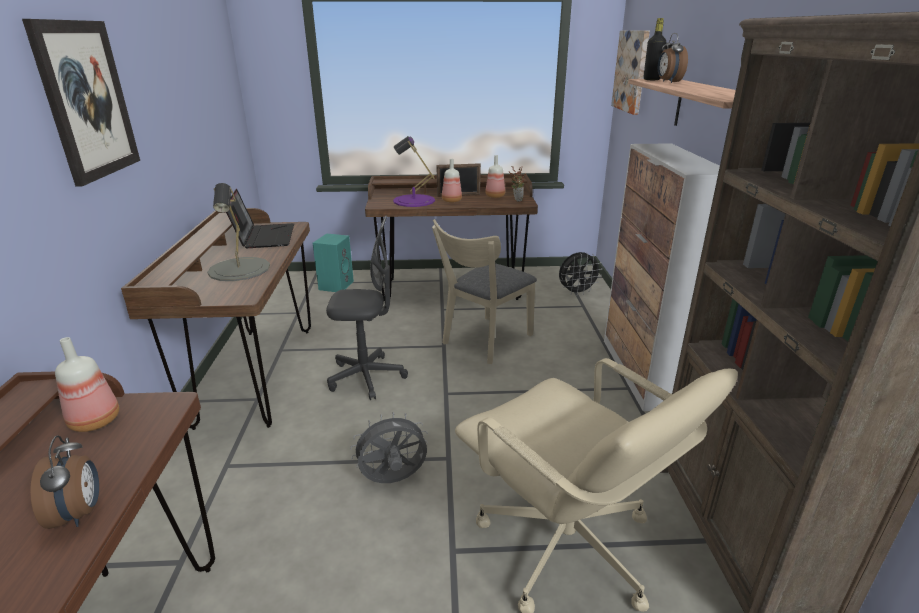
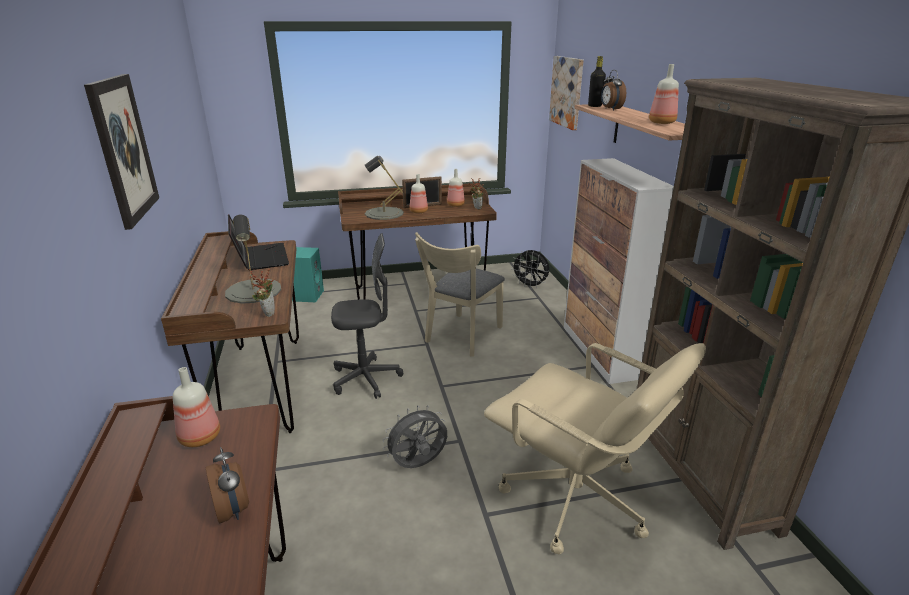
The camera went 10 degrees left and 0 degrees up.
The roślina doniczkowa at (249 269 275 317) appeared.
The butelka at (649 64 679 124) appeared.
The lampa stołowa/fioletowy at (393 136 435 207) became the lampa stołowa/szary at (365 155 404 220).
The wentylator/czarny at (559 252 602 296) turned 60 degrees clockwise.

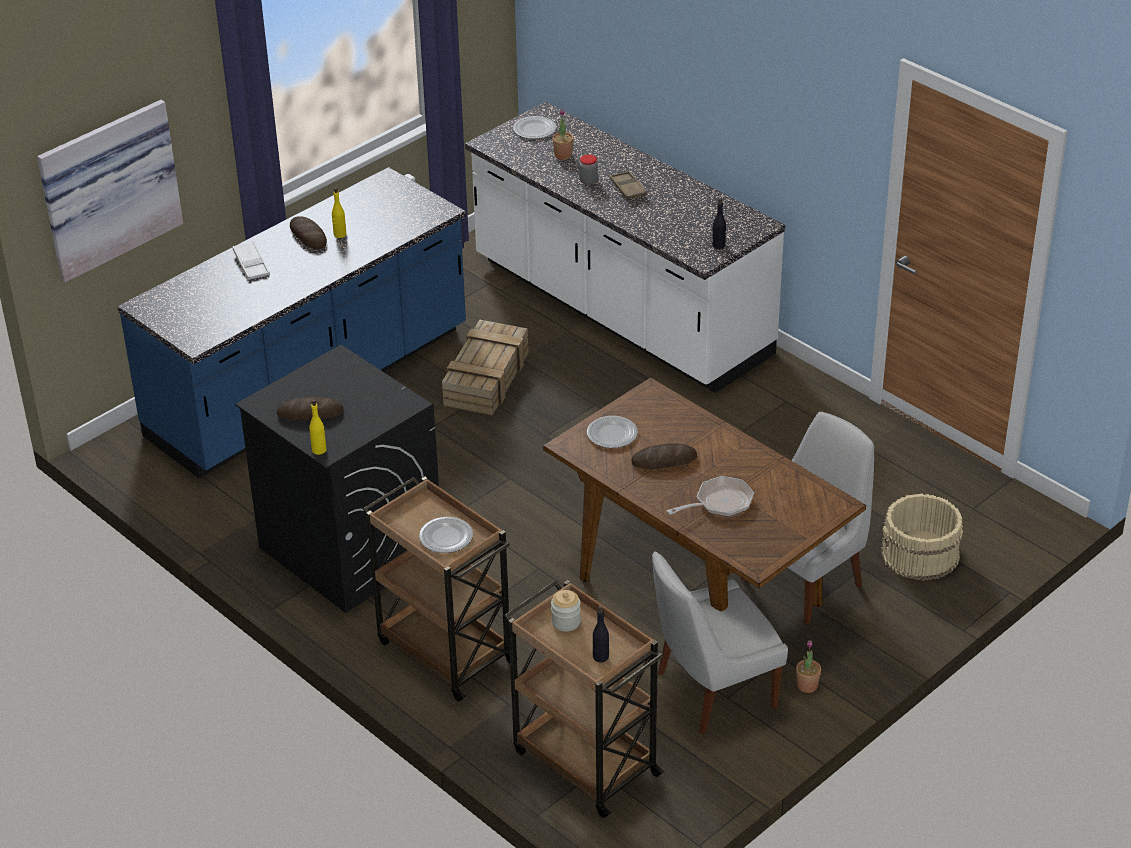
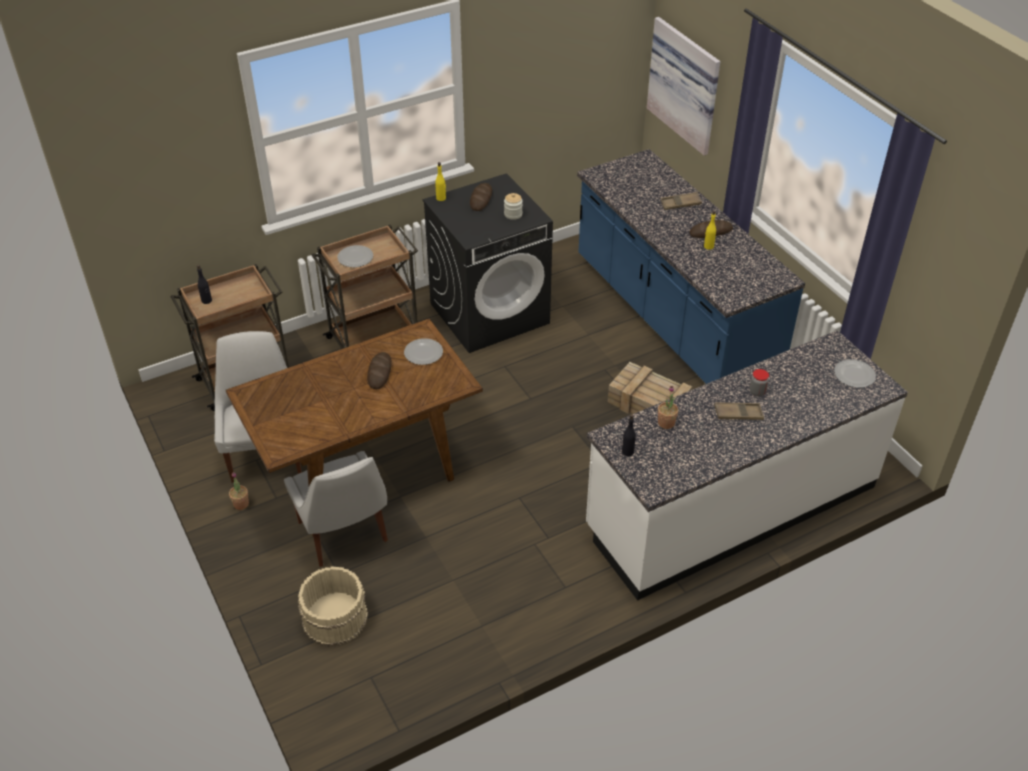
The camera went 105 degrees right and 5 degrees up.
The patelnia at (667 476 754 517) disappeared.
The słoik moved from (551 590 581 631) to (504 193 523 220).
The roślina doniczkowa moved from (552 109 573 160) to (658 386 678 429).
The taca/biały at (232 241 270 280) became the taca/brązowy at (661 192 702 210).

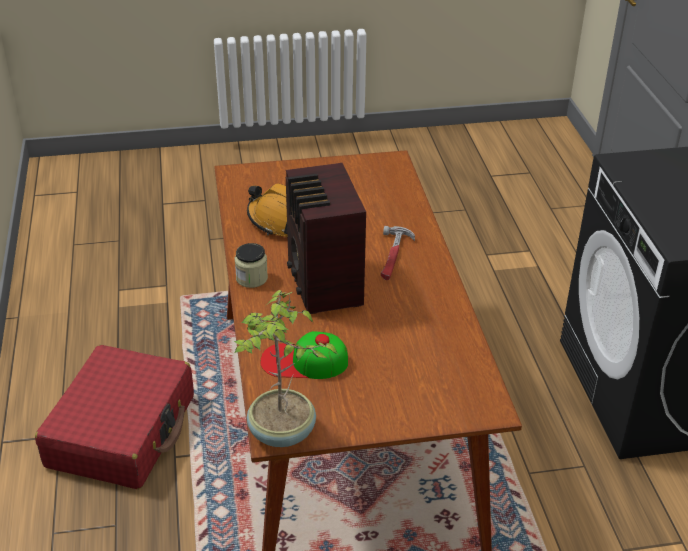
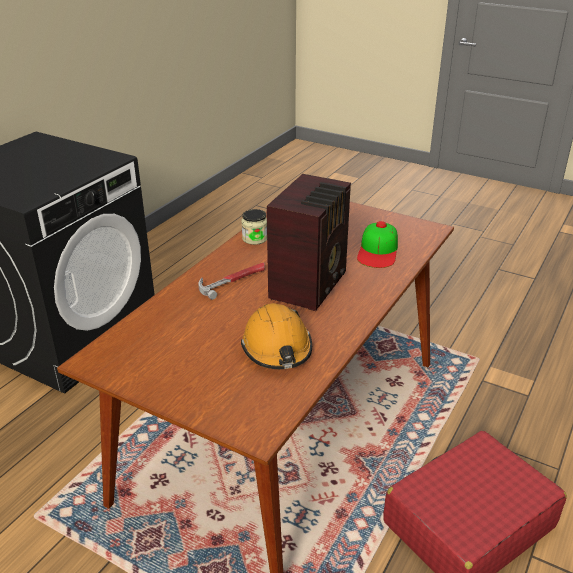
The camera went 140 degrees left and 5 degrees down.
The roślina doniczkowa at (234 290 338 447) disappeared.
The słoik moved from (235 243 268 288) to (241 209 267 245).
The czapka z daszkiem at (260 331 348 379) turned 60 degrees clockwise.

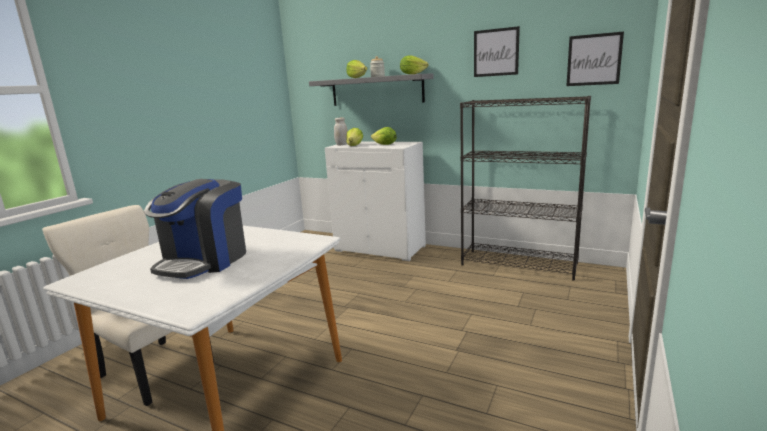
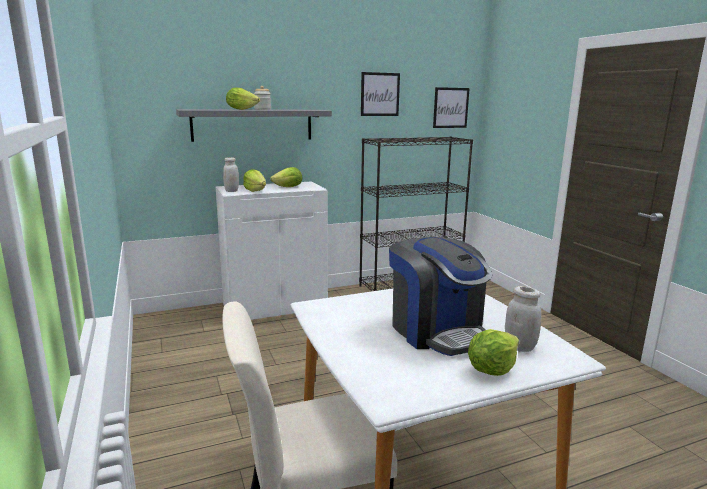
The camera went 50 degrees left and 0 degrees up.
The słoik/biały at (505 286 541 352) appeared.
The sałata moved from (400 56 429 74) to (468 329 519 376).

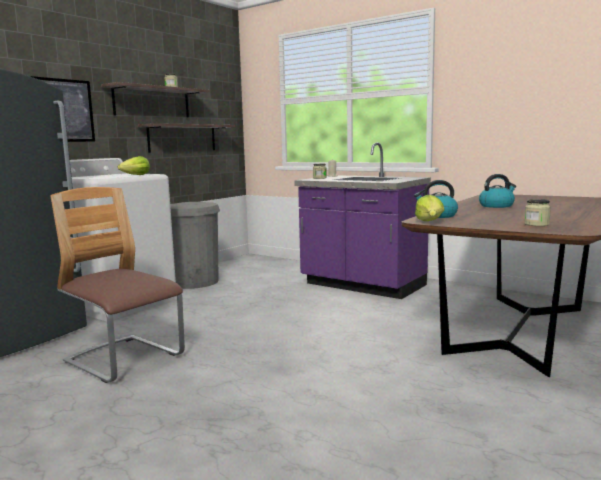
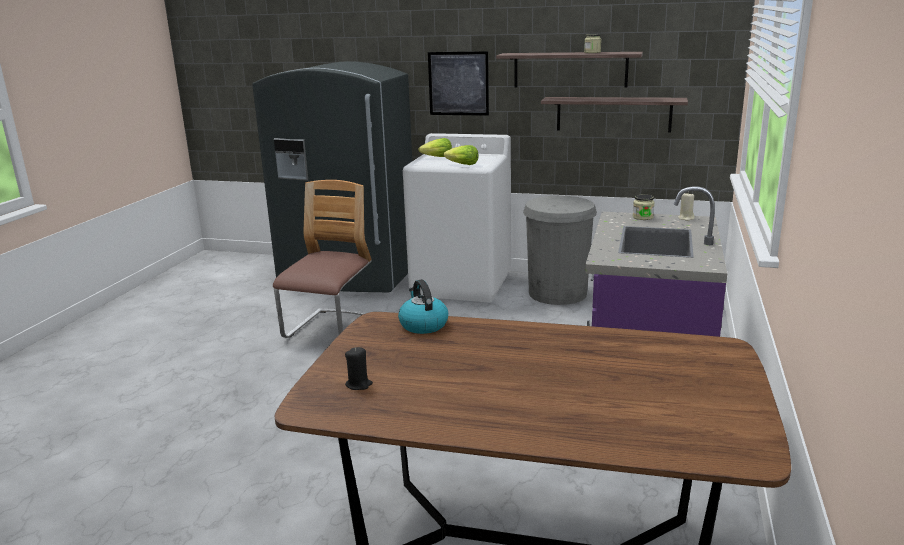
The camera went 70 degrees right and 10 degrees up.
The czajnik at (479 174 516 208) disappeared.
The sałata moved from (415 195 444 221) to (418 138 452 157).
The słoik at (525 199 551 226) was replaced by the świeca/czarny at (345 347 373 390).

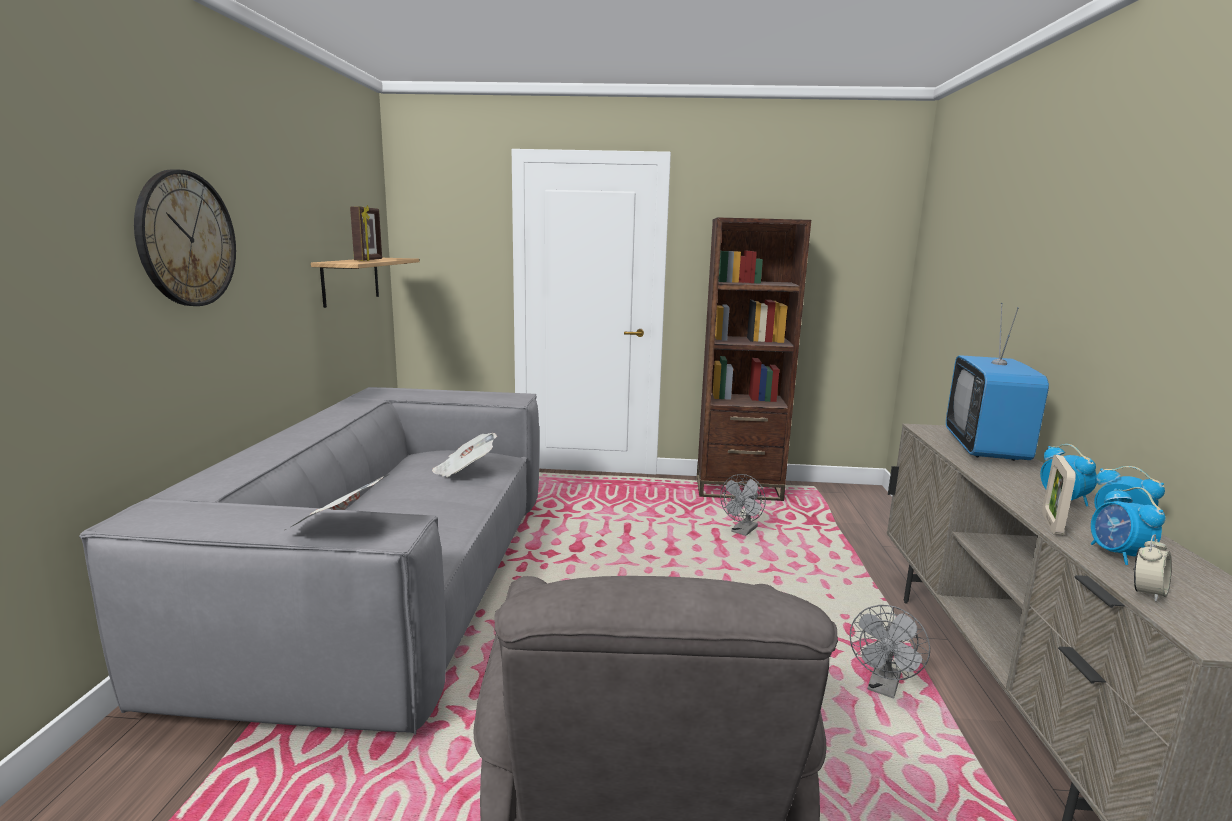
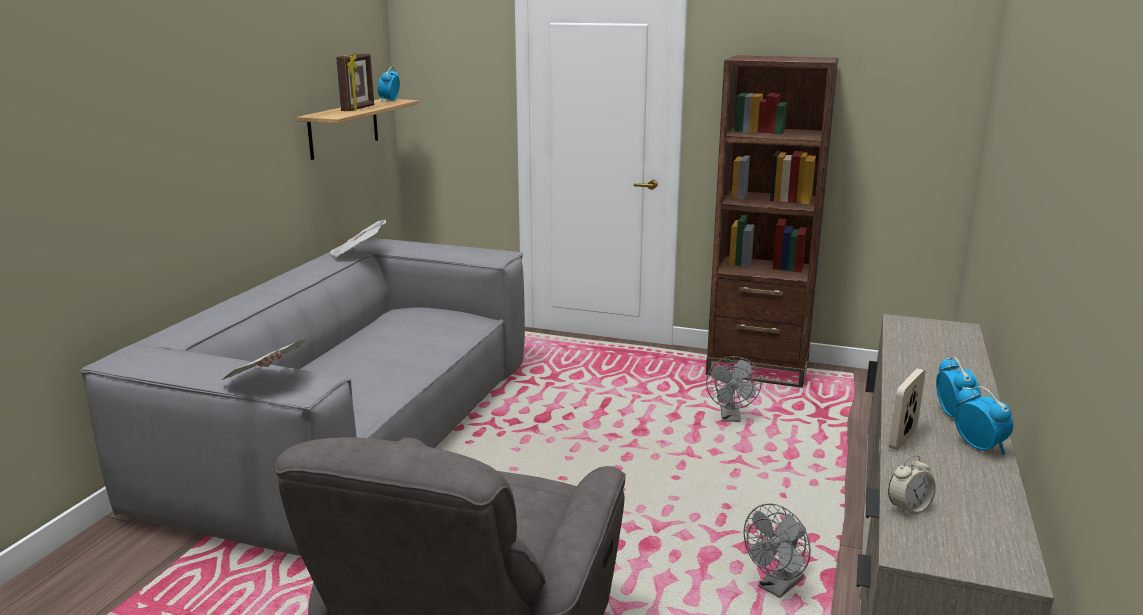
The camera went 15 degrees right and 5 degrees up.
The zegar ścienny at (134 169 236 306) disappeared.
The telewizor at (946 303 1049 461) disappeared.
The gazeta moved from (432 433 497 477) to (330 220 386 257).
The budzik moved from (1091 487 1165 565) to (378 66 400 102).
The wentylator/szary at (720 474 766 536) turned 45 degrees counterclockwise.

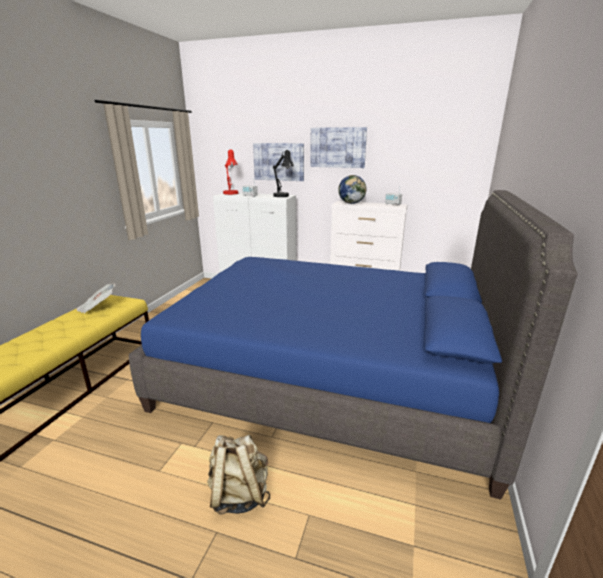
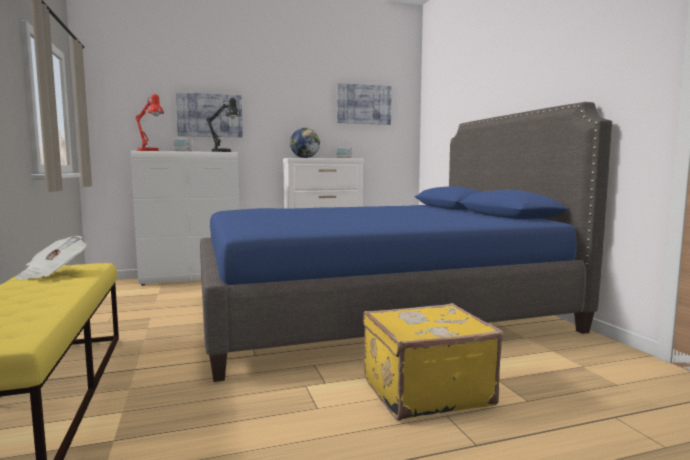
The camera went 35 degrees left and 15 degrees down.
The obraz moved from (310 127 367 168) to (337 83 392 125).
The plecak/beżowy at (207 435 270 515) was replaced by the walizka/żółty at (363 303 503 421).

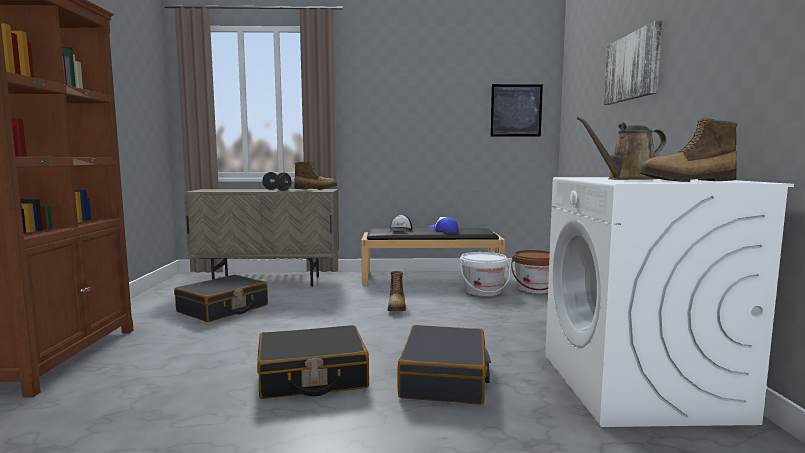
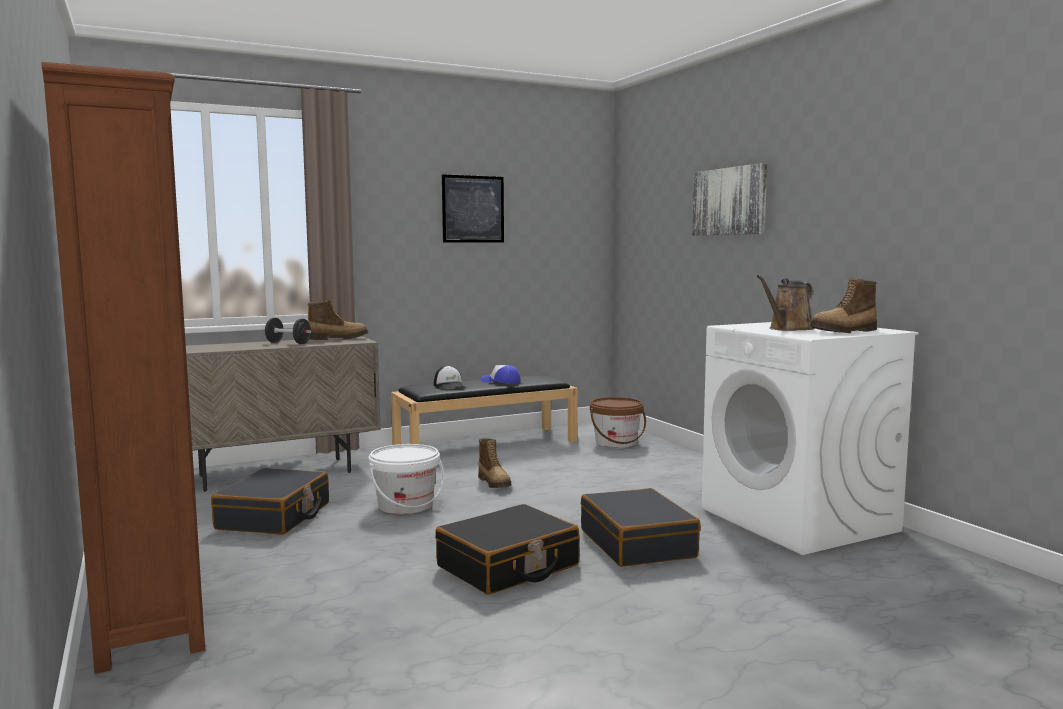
The camera went 25 degrees left and 0 degrees up.
The wiadro/biały moved from (460 252 510 297) to (368 444 444 514).
The obraz moved from (490 84 543 136) to (442 174 504 243).

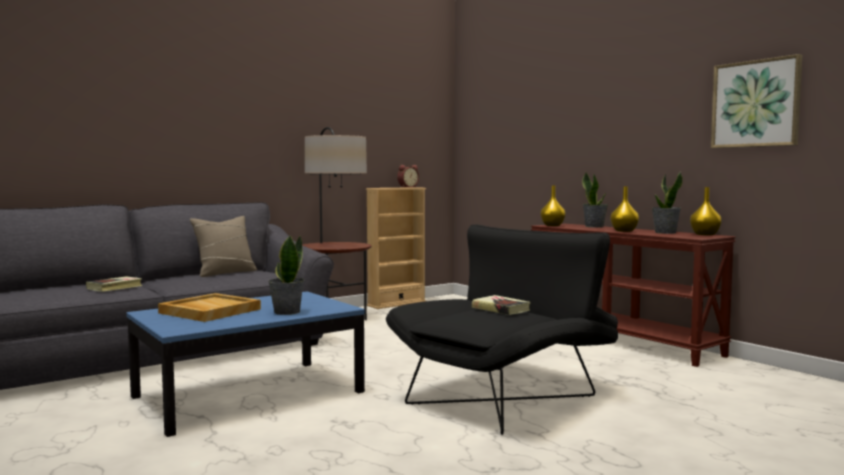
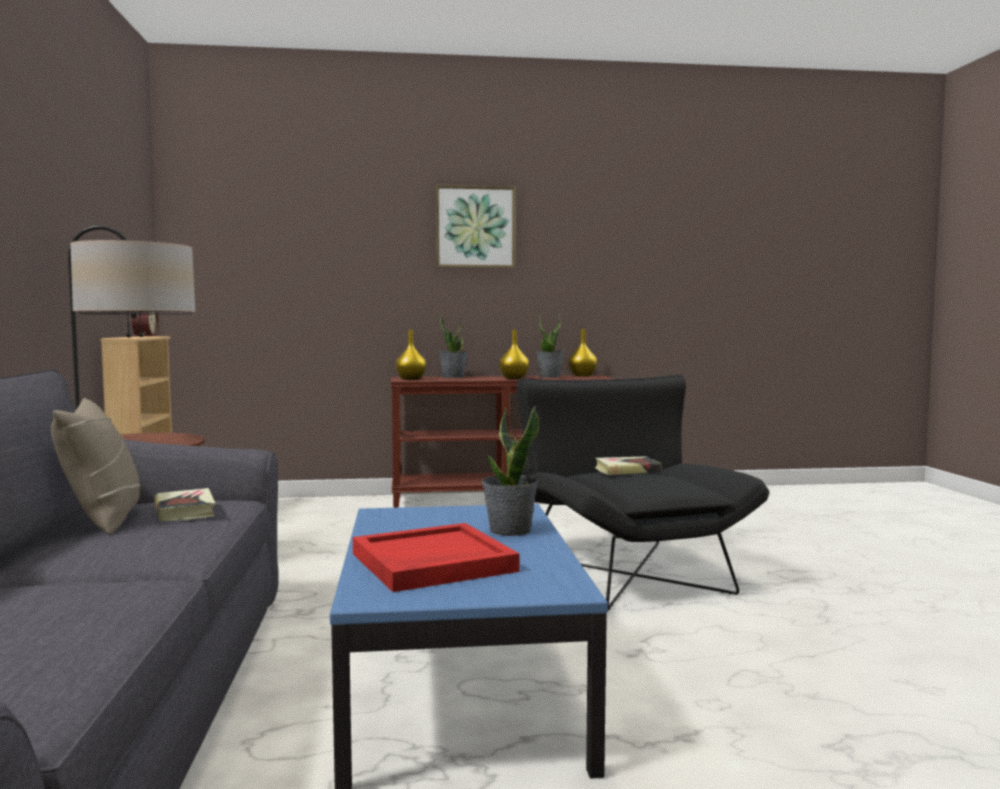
The camera went 60 degrees left and 0 degrees up.
The książka moved from (86 276 142 292) to (154 488 216 522).
The obraz moved from (711 54 802 148) to (435 185 516 268).
The taca/beżowy at (158 293 261 322) became the taca/czerwony at (353 523 519 592).

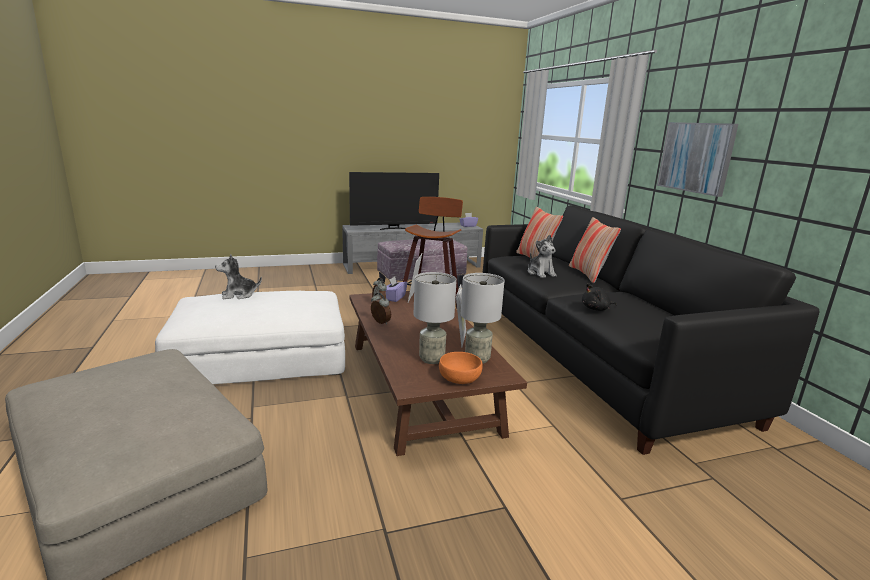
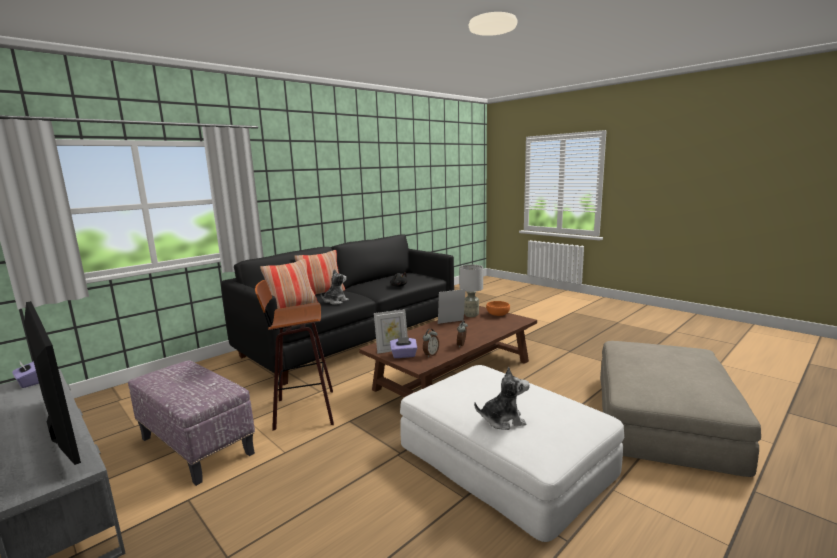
The camera went 115 degrees left and 5 degrees down.
The lampa stołowa/szary at (414 272 457 364) disappeared.
The obraz at (657 122 739 197) disappeared.
The pluszak at (215 254 262 299) turned 45 degrees counterclockwise.

